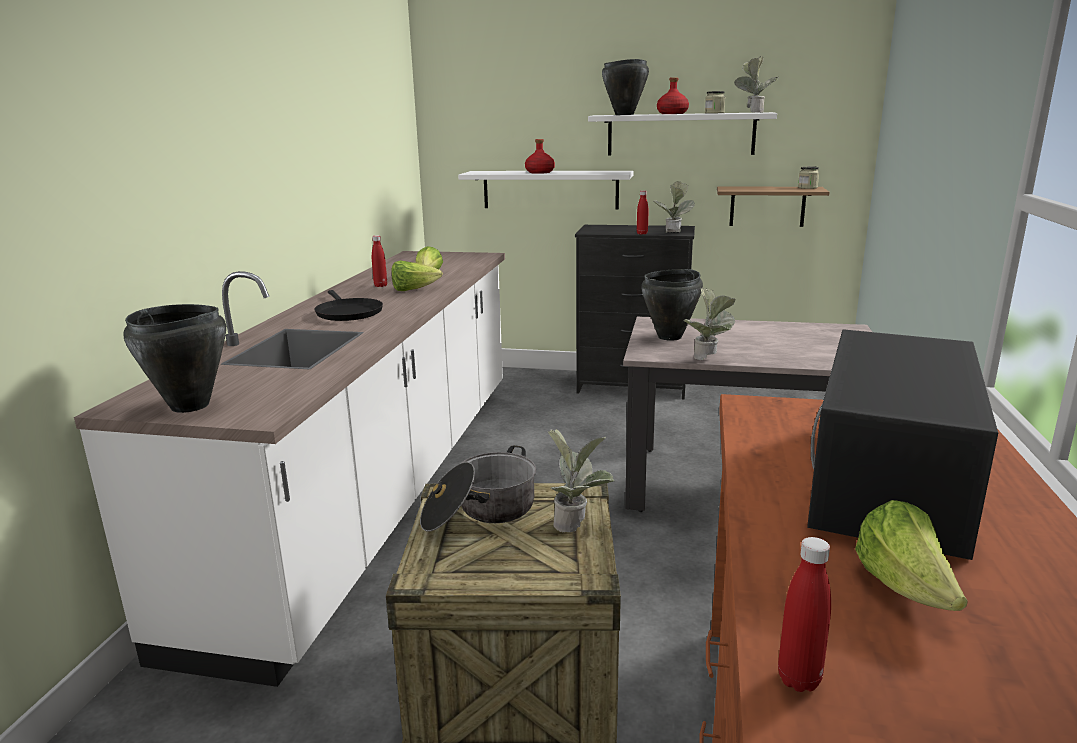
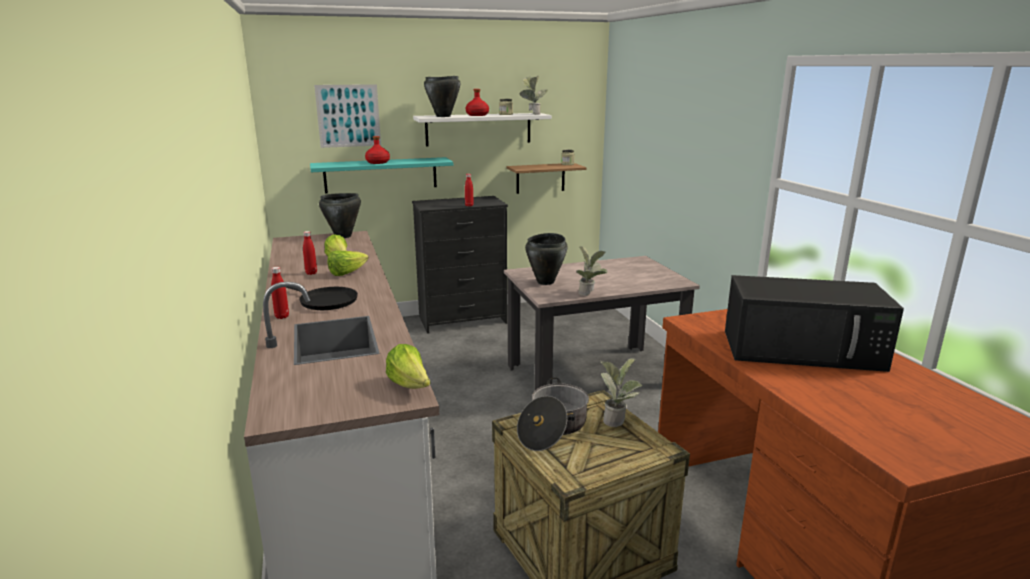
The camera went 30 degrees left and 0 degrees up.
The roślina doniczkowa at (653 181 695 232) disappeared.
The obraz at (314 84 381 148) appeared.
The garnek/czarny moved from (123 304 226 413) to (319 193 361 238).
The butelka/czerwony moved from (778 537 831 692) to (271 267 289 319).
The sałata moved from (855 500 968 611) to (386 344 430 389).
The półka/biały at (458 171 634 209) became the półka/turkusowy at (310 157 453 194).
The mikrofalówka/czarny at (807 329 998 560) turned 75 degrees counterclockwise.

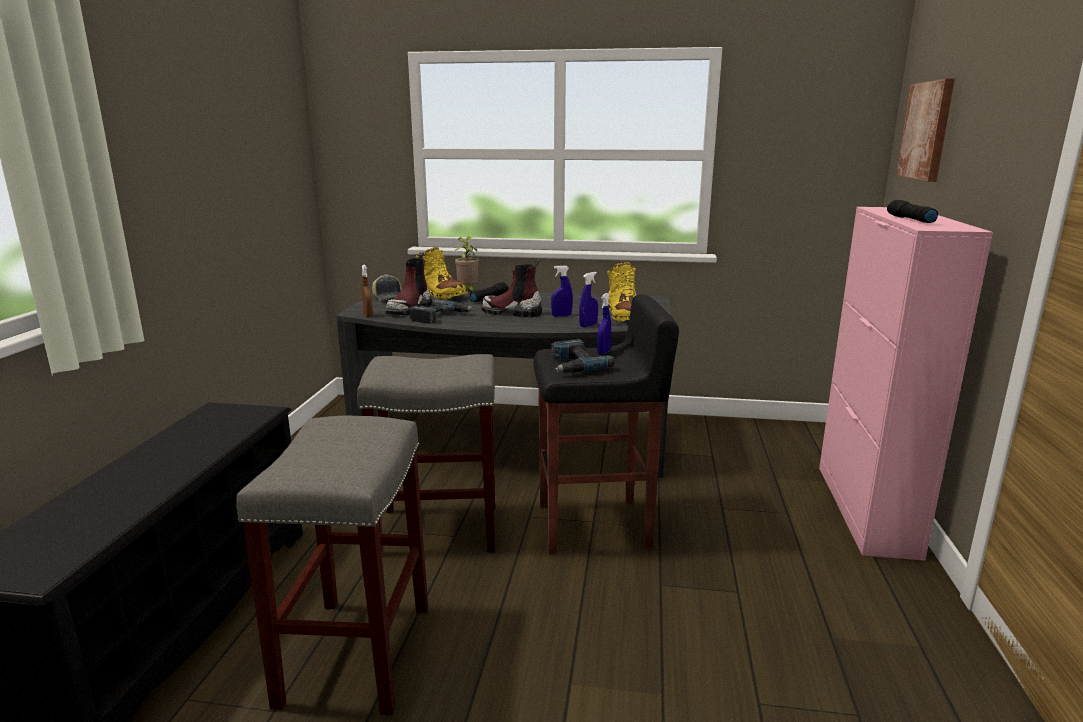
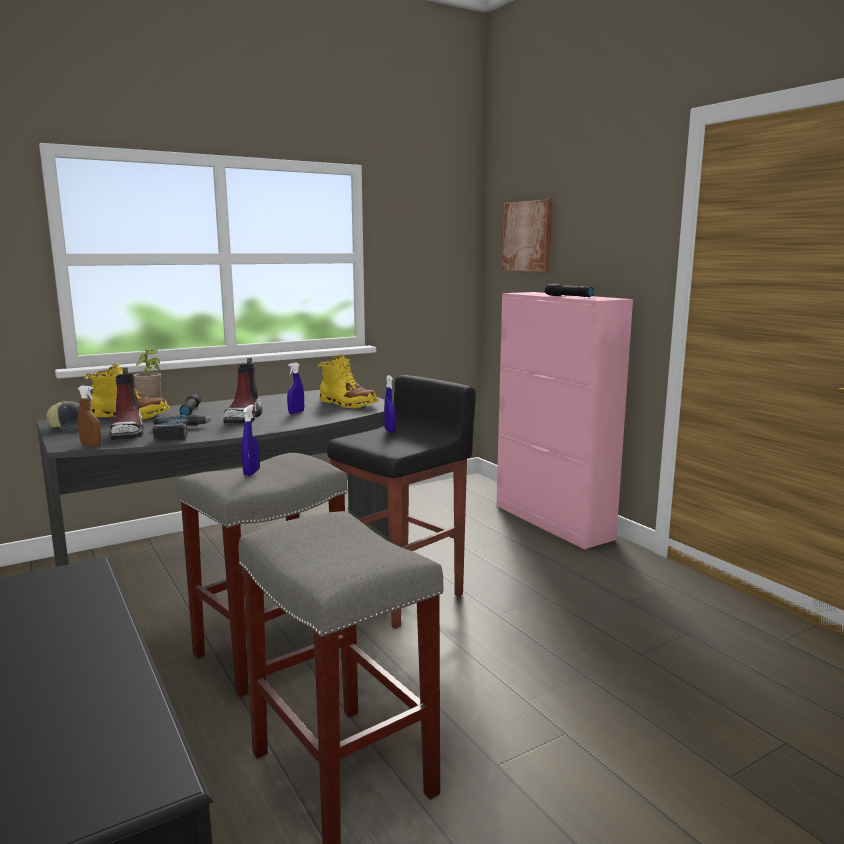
The camera went 40 degrees left and 5 degrees down.
The wiertarka at (551 339 615 373) disappeared.
The spryskiwacz/niebieski moved from (579 272 598 327) to (242 404 260 476).
The but z cholewką at (481 260 542 317) turned 60 degrees counterclockwise.

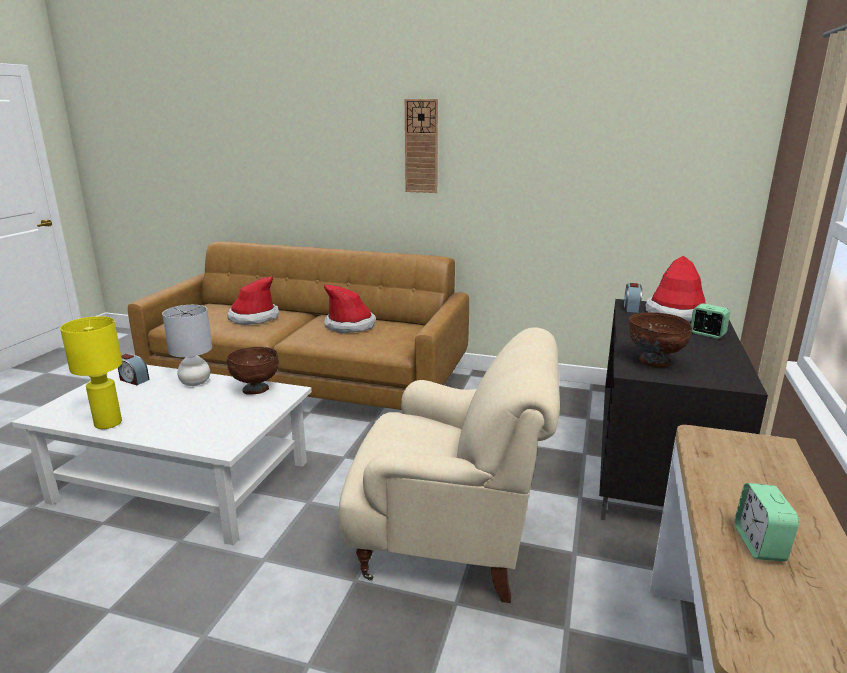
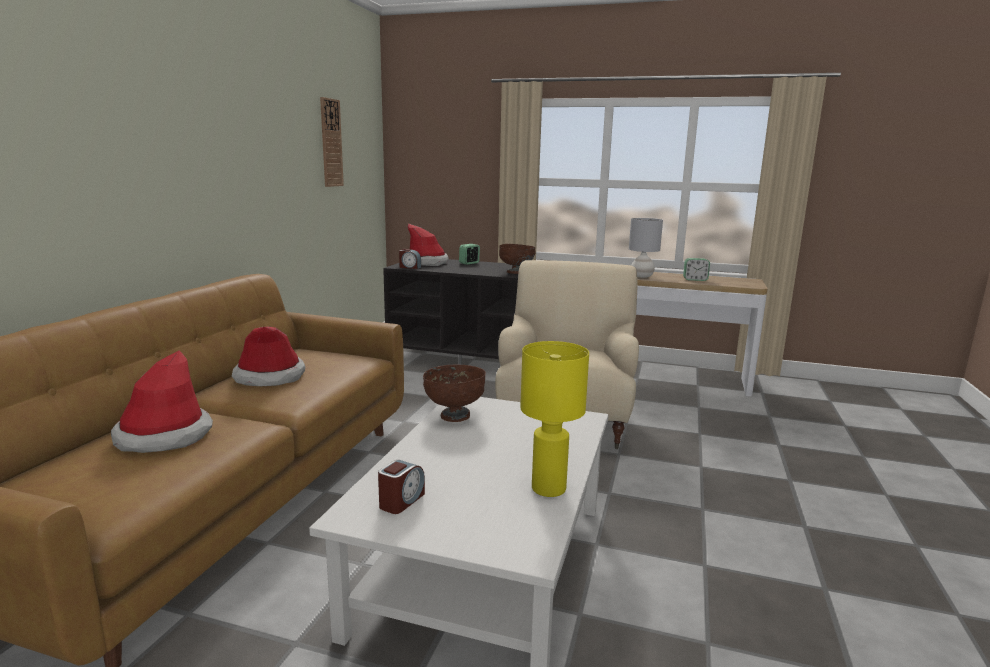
The camera went 90 degrees left and 5 degrees down.
The lampa stołowa/szary moved from (162 305 212 386) to (629 218 663 278).
The zegar ścienny moved from (405 99 438 193) to (320 97 344 187).

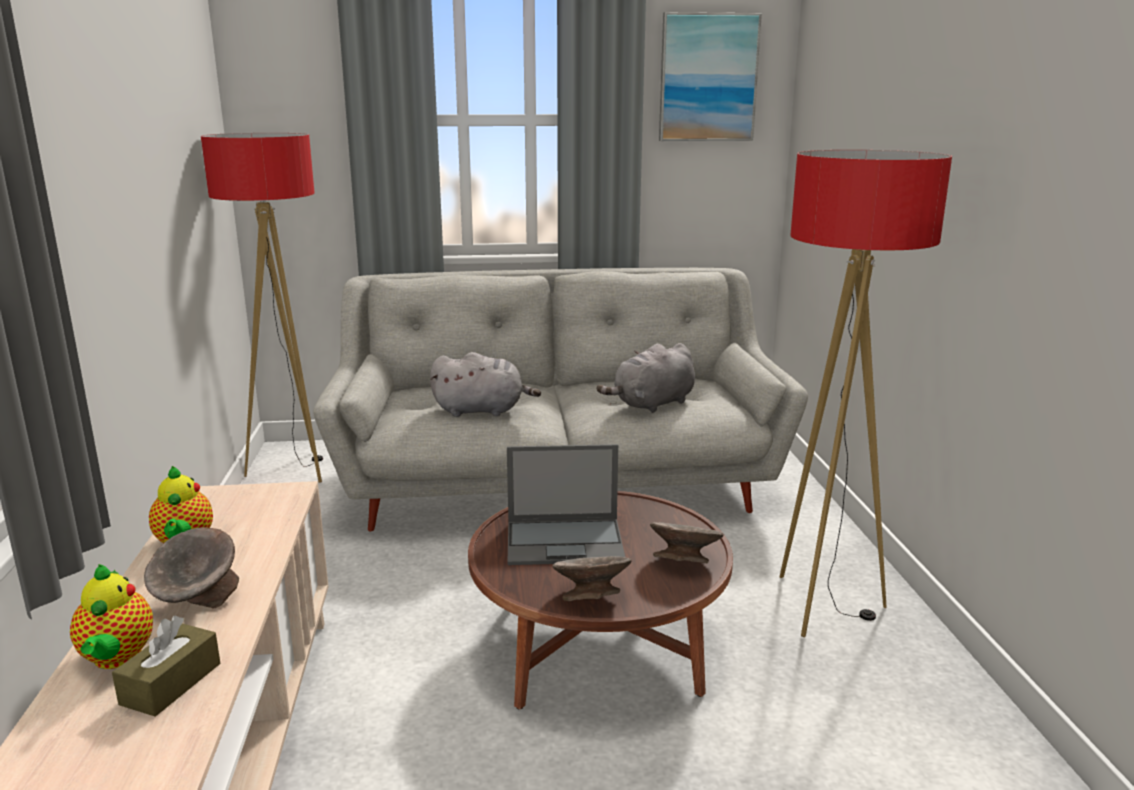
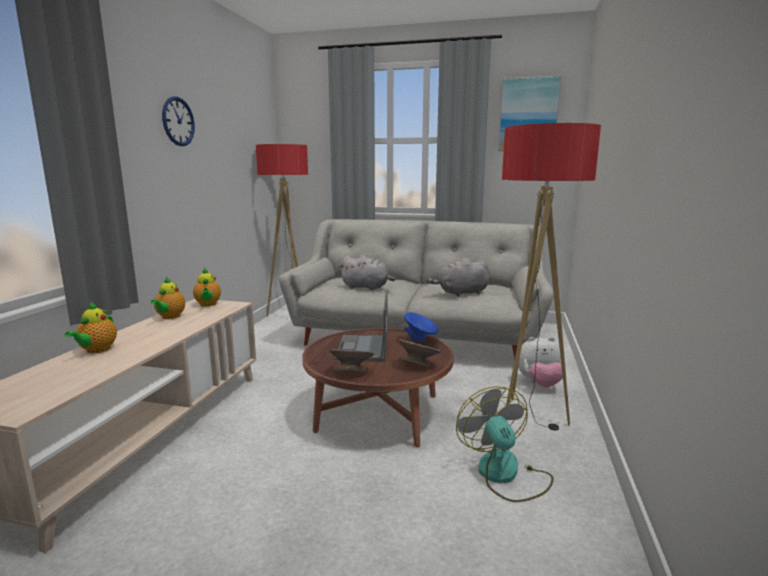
The camera went 20 degrees right and 5 degrees down.
The pudełko chusteczek/brązowy at (112 616 221 717) disappeared.
The miska/szary at (144 527 239 609) disappeared.
The zegar ścienny at (162 96 195 146) appeared.
The imbryk at (193 268 221 306) appeared.
The miska/niebieski at (404 312 439 341) appeared.
The wentylator at (456 386 554 502) appeared.
The pluszak at (518 337 563 388) appeared.
The laptop at (507 444 625 565) turned 75 degrees clockwise.

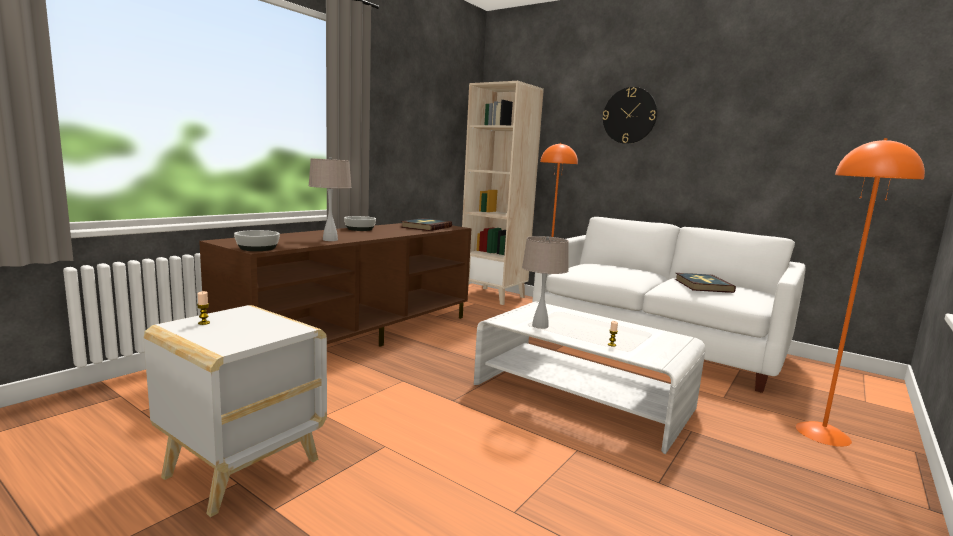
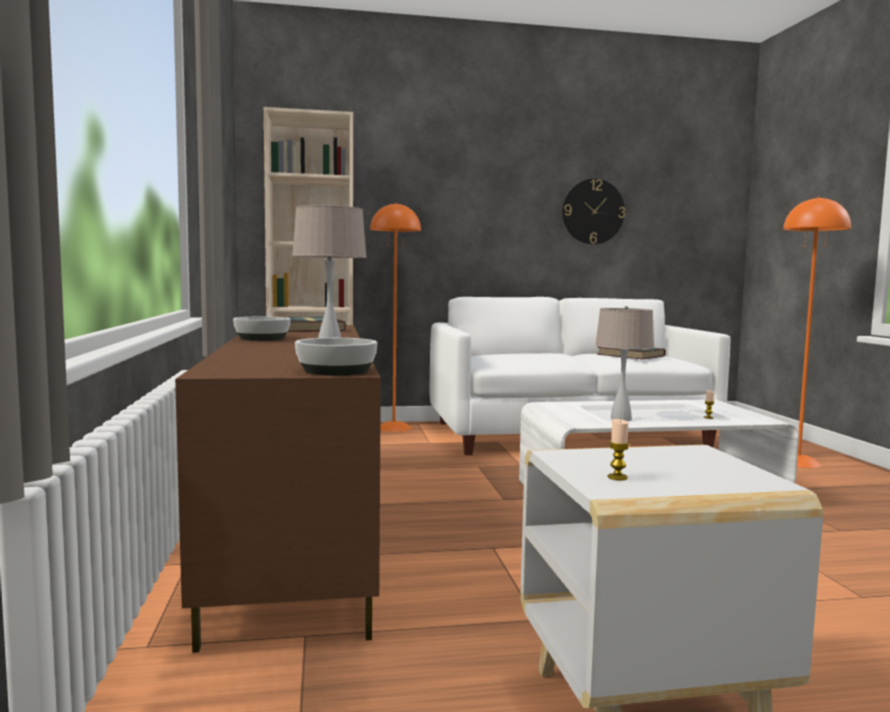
The camera went 45 degrees left and 5 degrees down.
The zegar ścienny moved from (603 87 657 144) to (562 179 625 244).

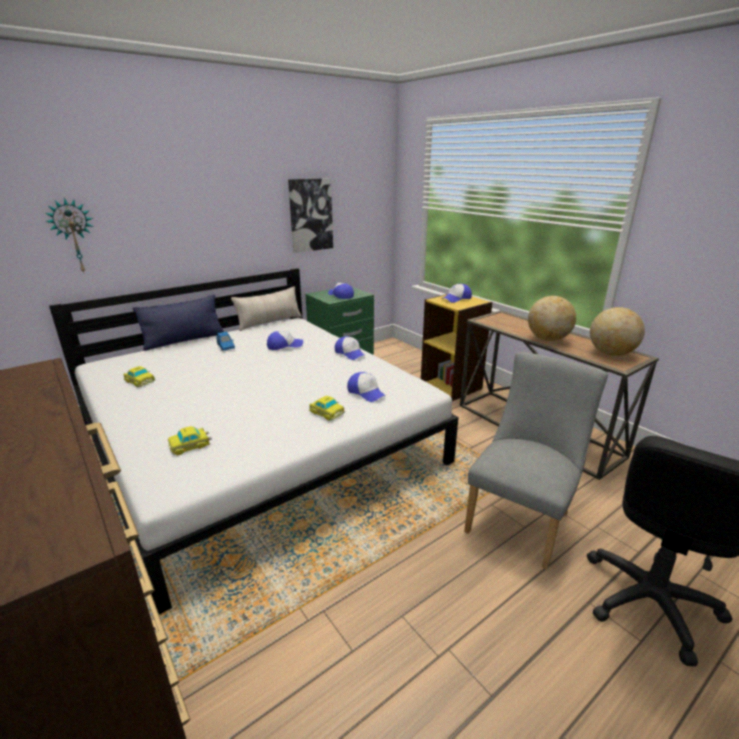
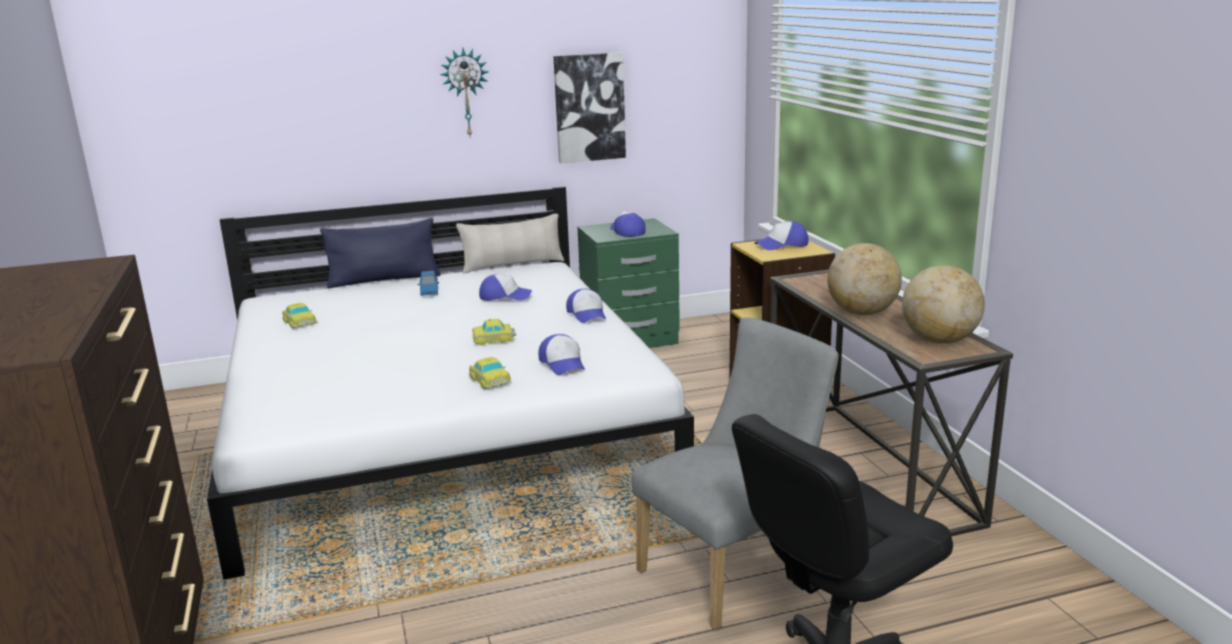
The camera went 20 degrees right and 5 degrees down.
The zegar ścienny moved from (45 198 94 272) to (440 48 488 136).
The samochodzik moved from (168 426 212 456) to (472 319 516 345).

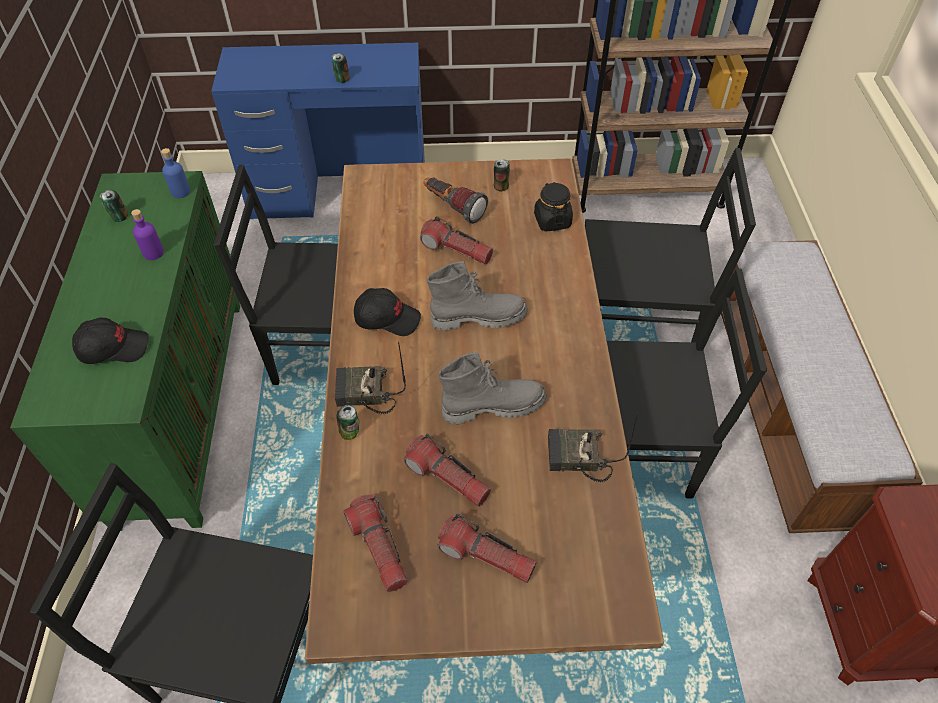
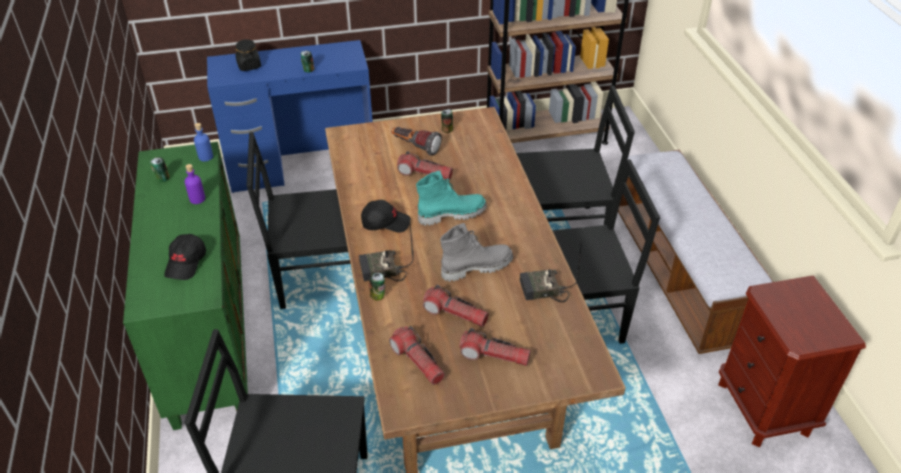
The camera went 10 degrees left and 10 degrees down.
The słoik/czarny moved from (534 182 573 232) to (235 39 261 71).
The but z cholewką/szary at (427 261 528 331) became the but z cholewką/turkusowy at (416 171 487 226).
The czapka z daszkiem/czarny at (72 318 148 364) turned 120 degrees clockwise.

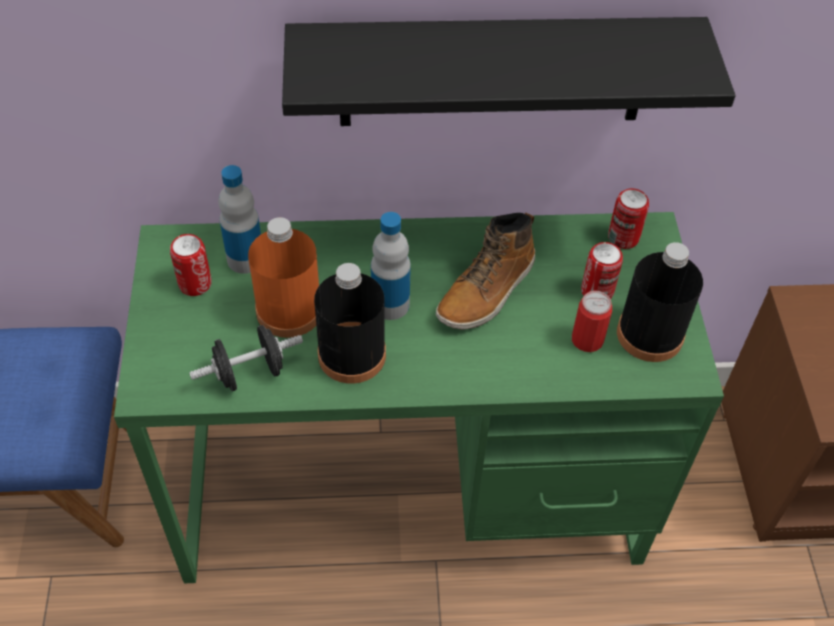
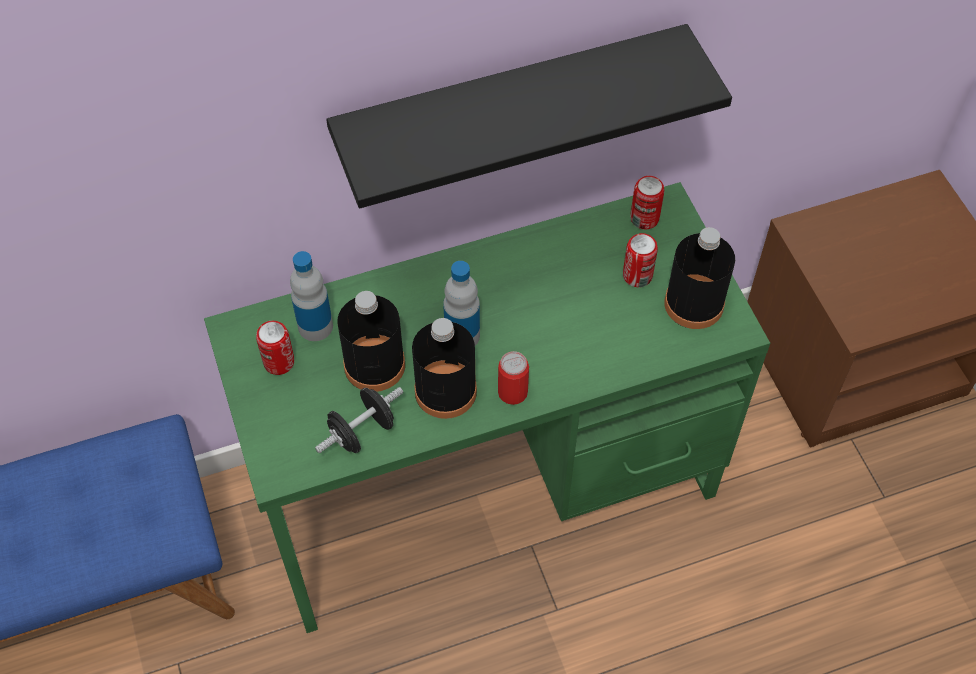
The camera went 15 degrees left and 5 degrees up.
The but z cholewką at (436 213 535 330) disappeared.
The puszka moved from (572 291 612 352) to (498 351 529 405).
The butelka/pomarańczowy at (248 217 319 338) became the butelka/czarny at (337 291 405 392).

